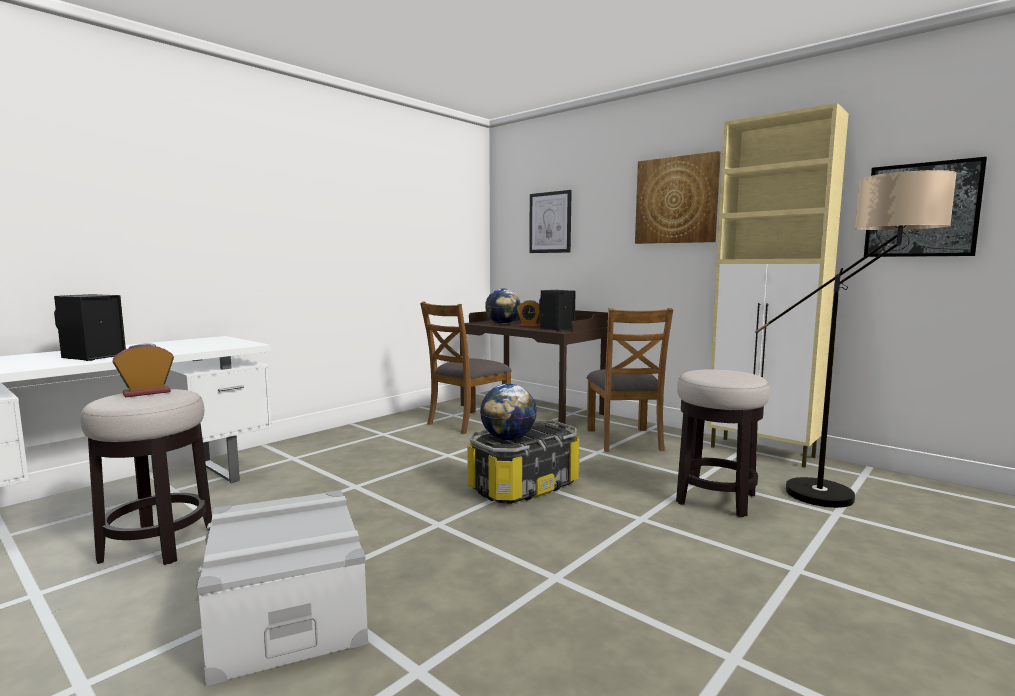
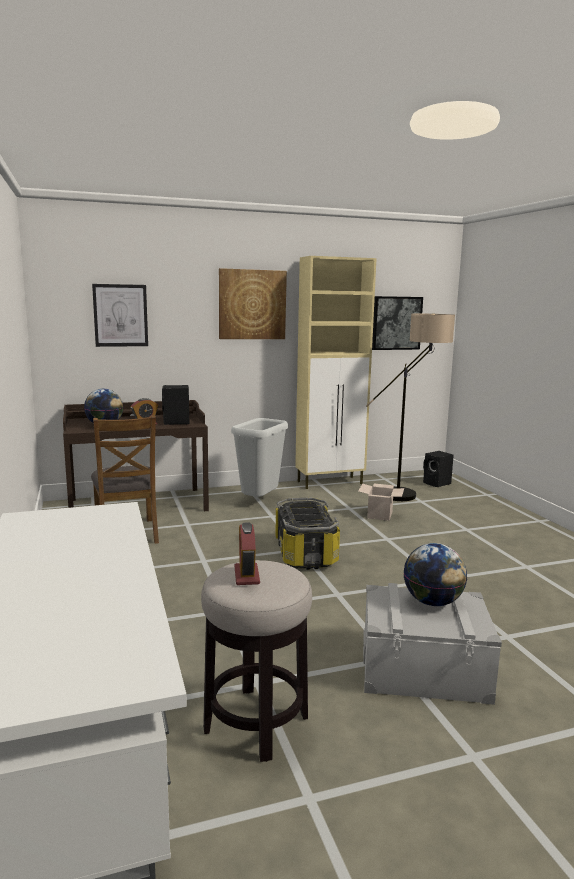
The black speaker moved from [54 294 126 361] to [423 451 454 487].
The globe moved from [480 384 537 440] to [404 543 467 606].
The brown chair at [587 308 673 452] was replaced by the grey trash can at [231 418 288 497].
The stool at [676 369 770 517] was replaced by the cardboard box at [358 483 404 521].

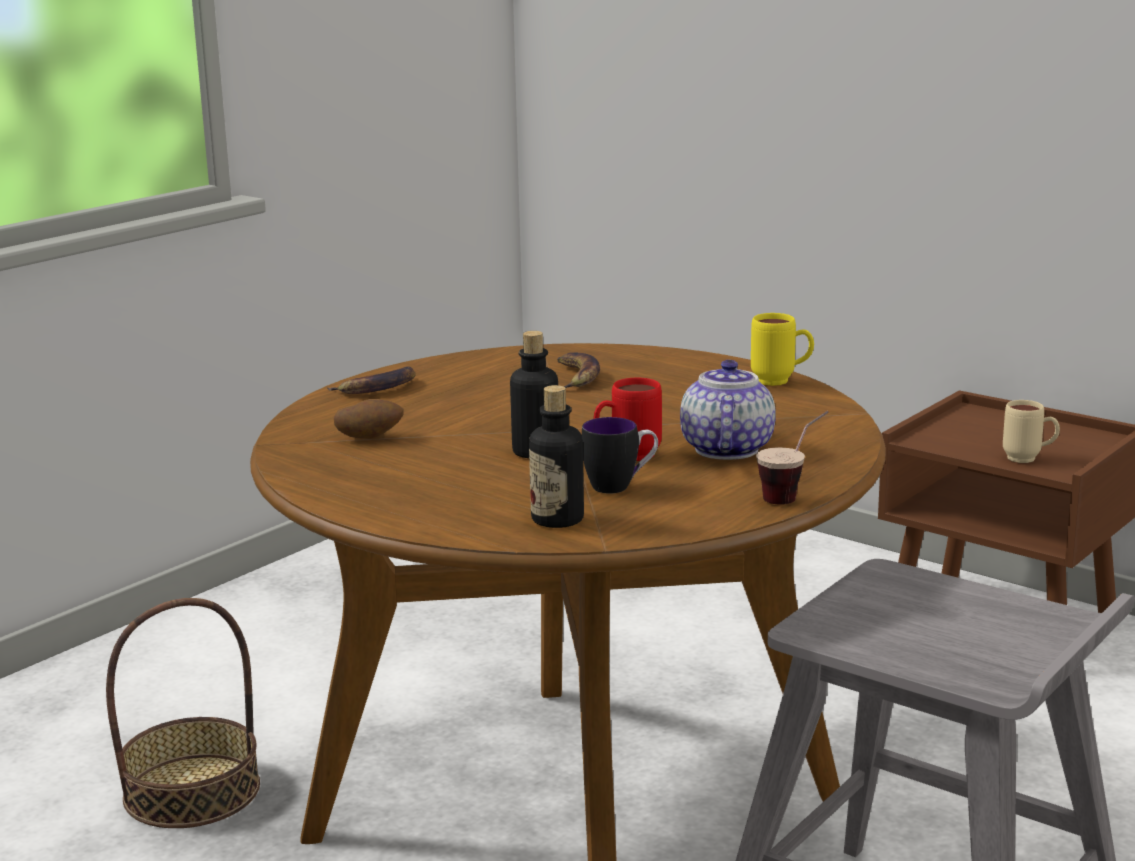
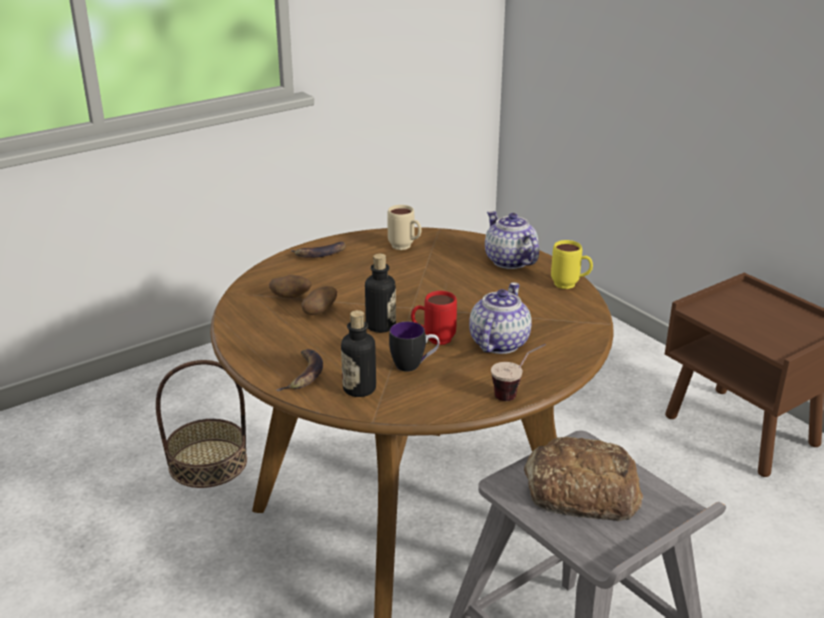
The potato at [301 286 337 315] appeared.
The teapot at [485 211 539 269] appeared.
The bread at [524 437 643 522] appeared.
The banana moved from [557 352 600 388] to [276 349 323 391].
The beige mug moved from [1003 400 1060 463] to [387 205 422 250].

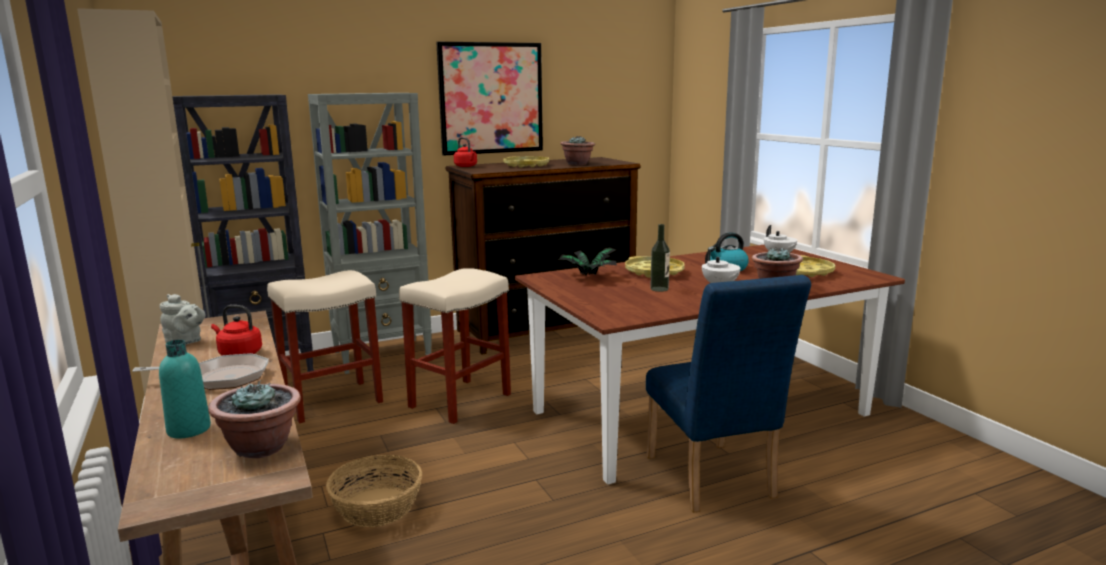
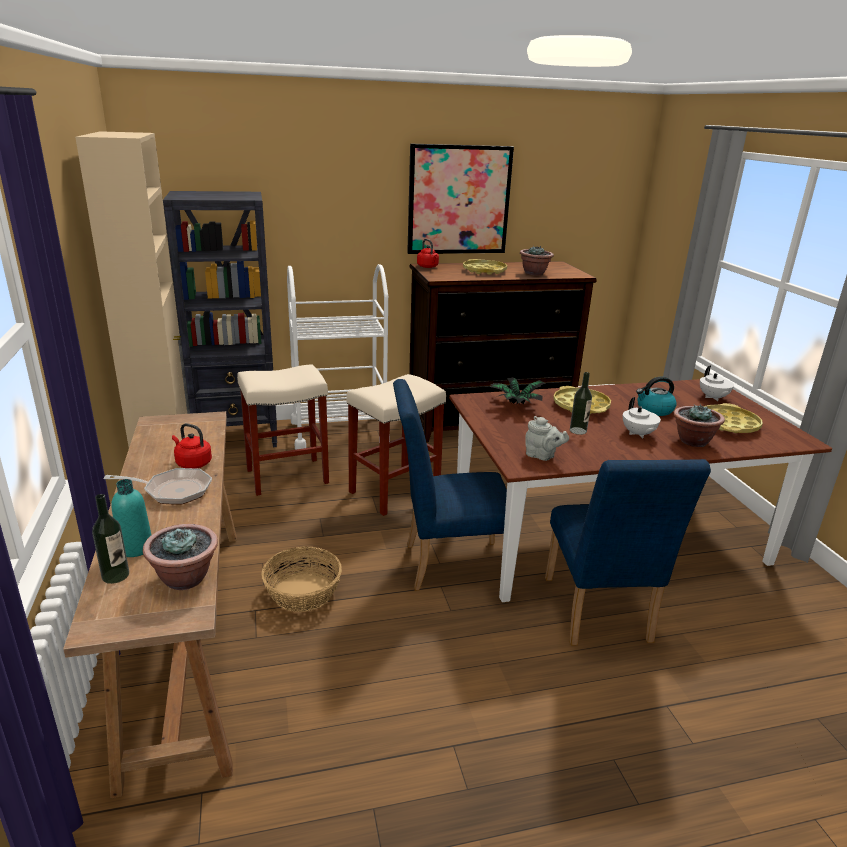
The bottle at [92 494 129 584] appeared.
The blue chair at [393 379 507 591] appeared.
The grey teapot moved from [160 294 206 345] to [525 416 569 461].
The grey bookcase at [308 93 432 374] was replaced by the white cart at [287 264 390 450].

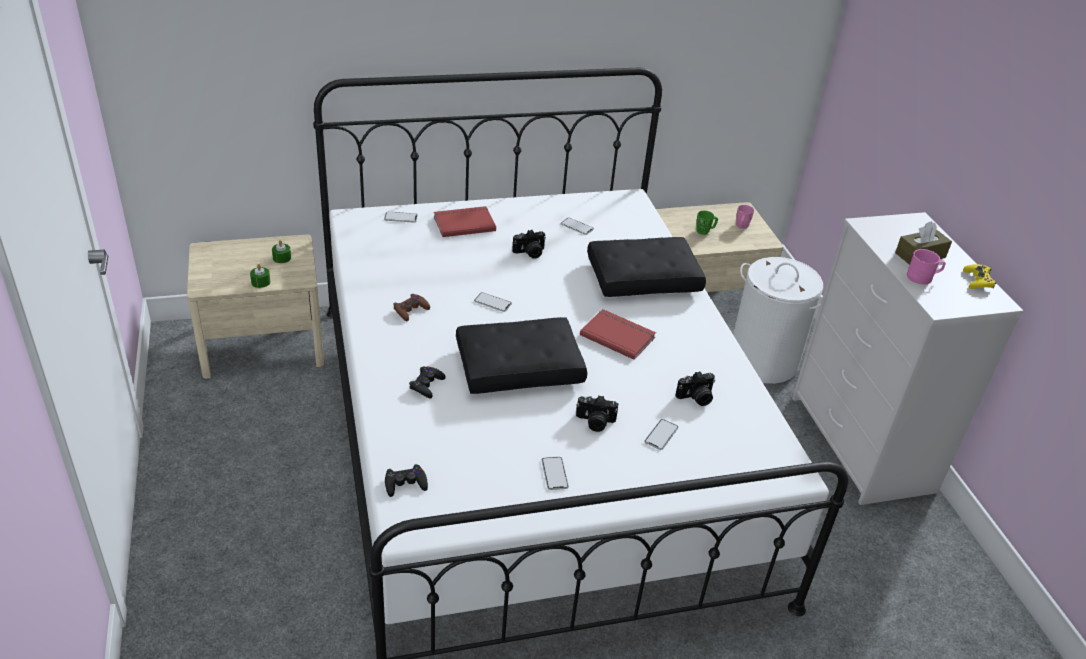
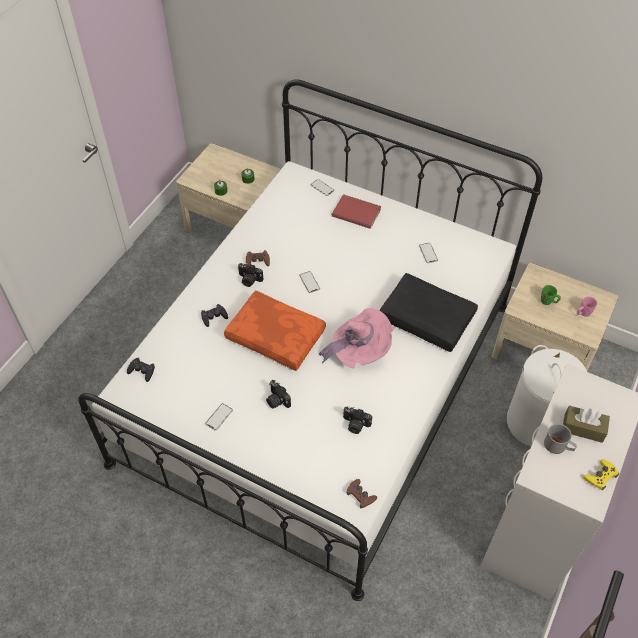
The phone at [644 419 678 450] disappeared.
The brown game controller at [346 479 377 509] appeared.
The photo camera moved from [512 230 546 259] to [238 263 264 287].
The red book at [580 309 656 360] was replaced by the pink hat at [319 308 394 369].
The black pillow at [456 317 587 394] became the orange pillow at [224 290 326 371].
The pink mug at [907 249 946 284] became the grey mug at [544 424 577 454].

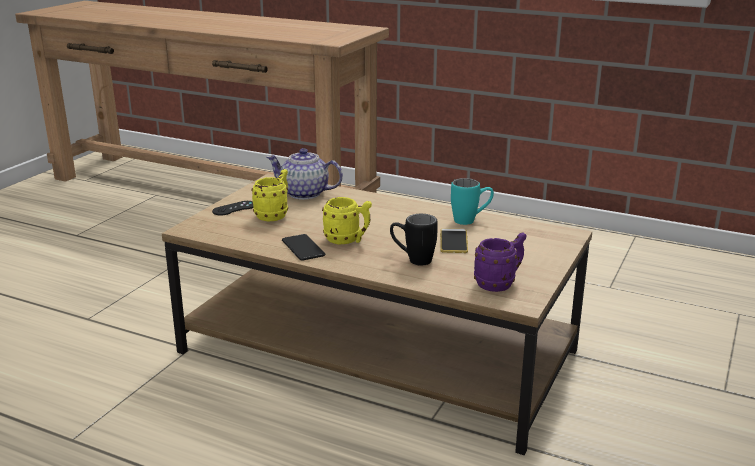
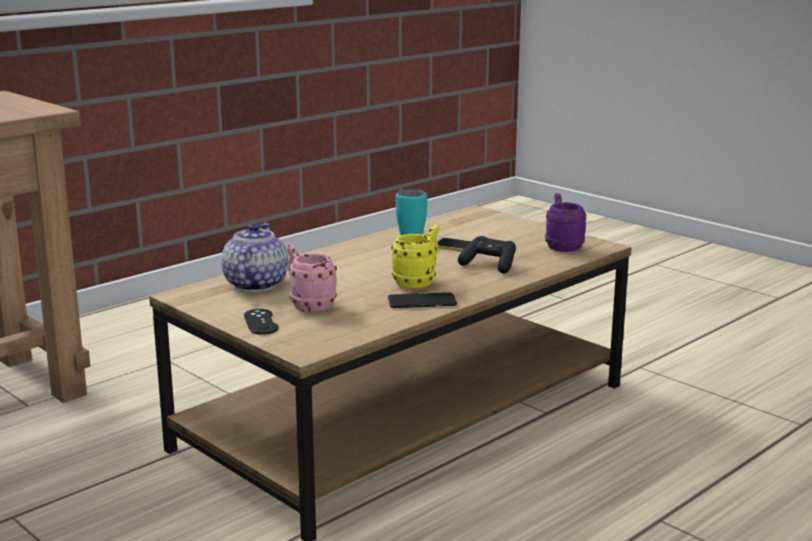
The black mug at [390 214 438 266] was replaced by the black game controller at [458 236 516 274].
The yellow mug at [251 169 288 221] became the pink mug at [287 245 337 312].
The teapot at [266 148 343 200] turned 150 degrees clockwise.

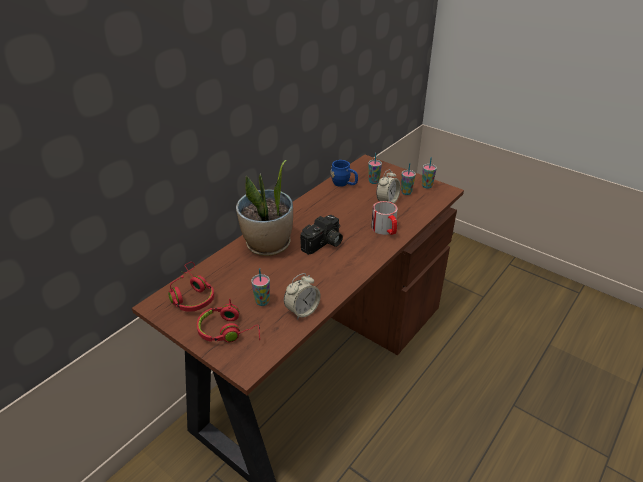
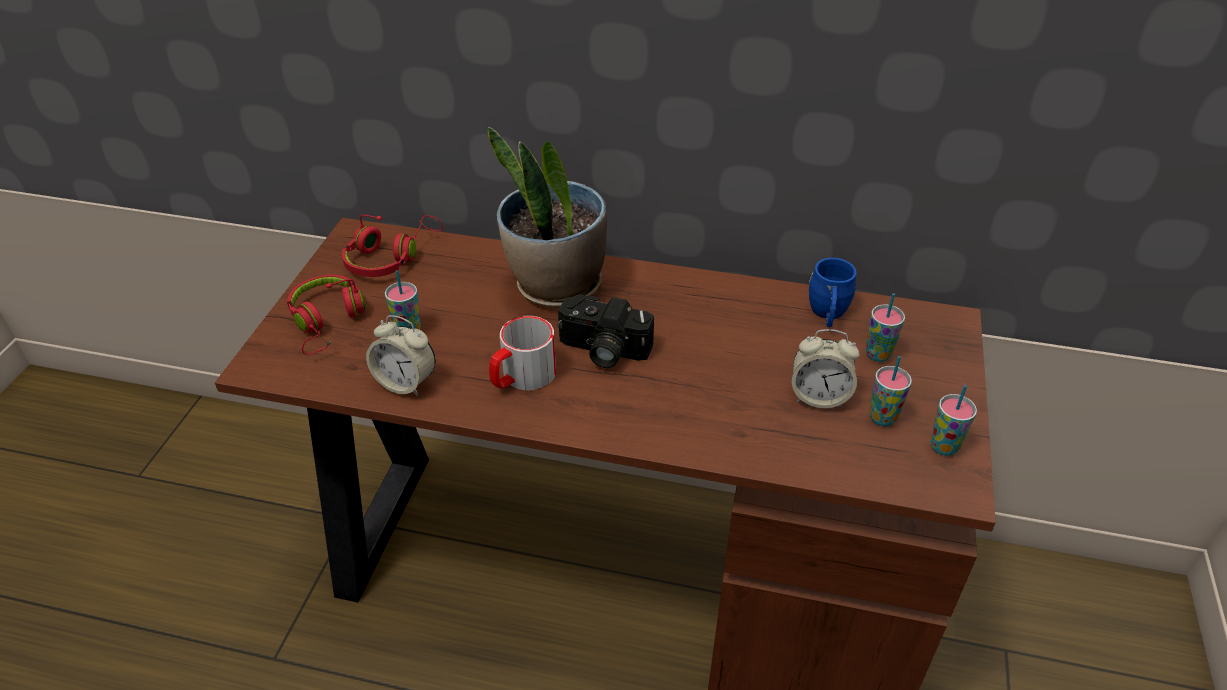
The mug moved from [371 201 397 235] to [489 316 556 391].

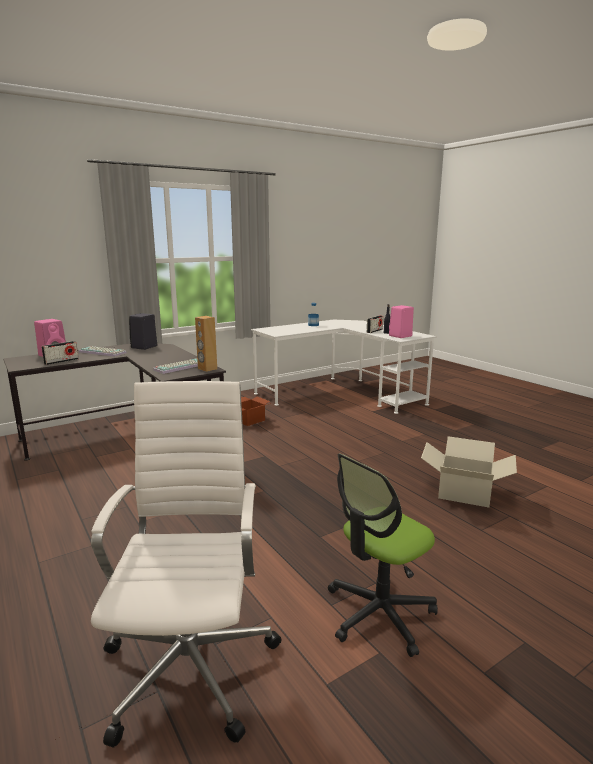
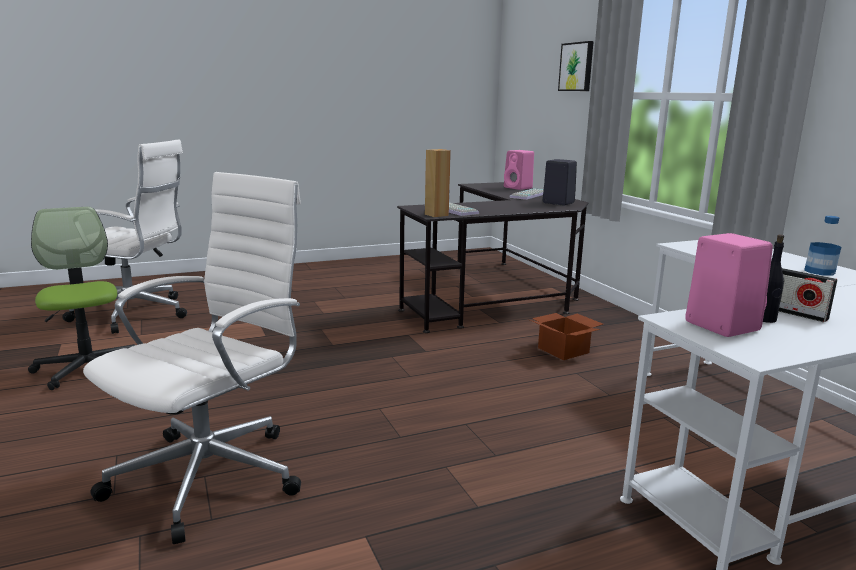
The radio at [41 341 79 365] disappeared.
The picture at [558 41 594 91] appeared.
The cardboard box at [421 436 517 507] was replaced by the white office chair at [83 172 301 544].

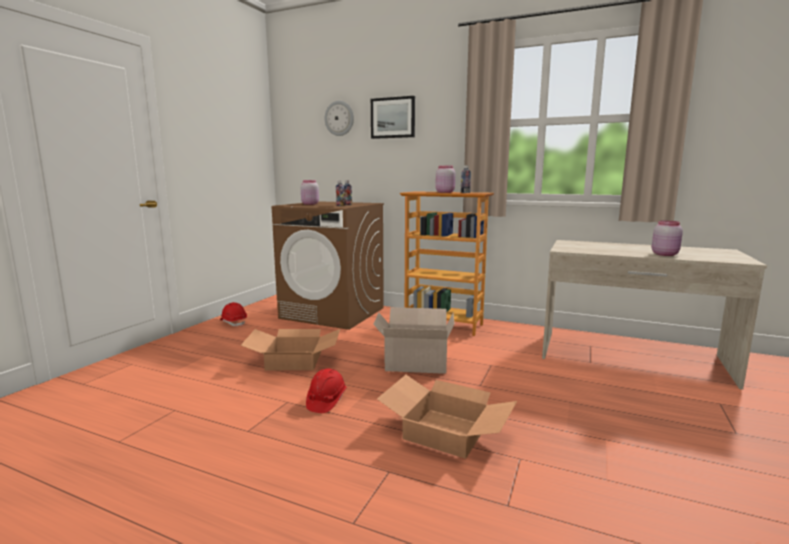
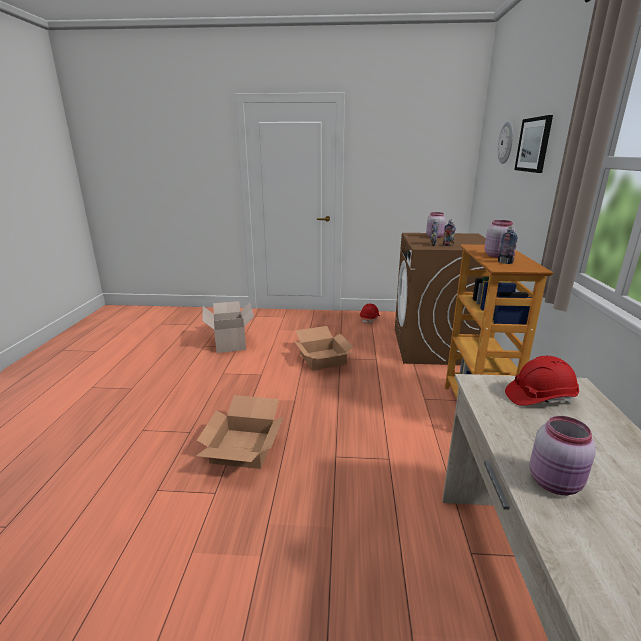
The red hard hat moved from [306 369 346 413] to [505 356 579 406].
The cardboard box moved from [373 307 454 374] to [202 301 254 353].

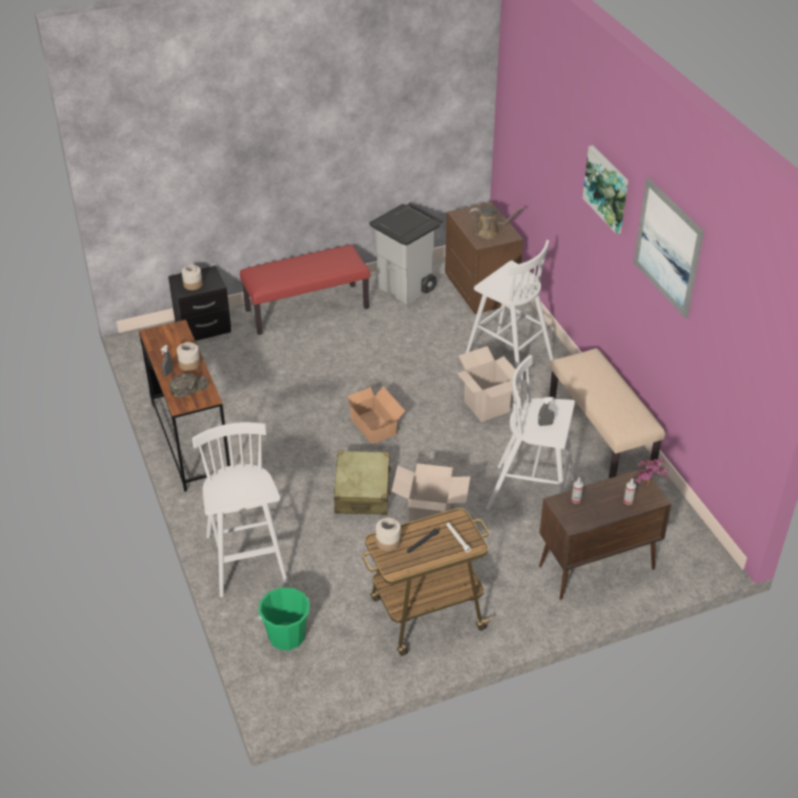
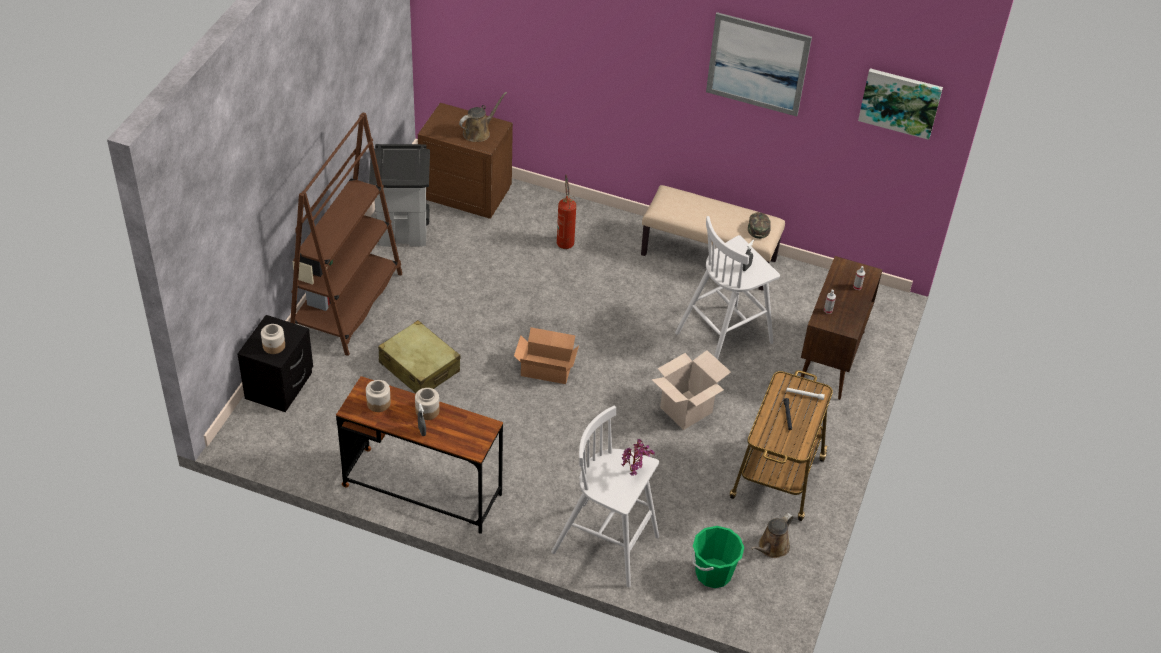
The cardboard box at [457 346 521 422] disappeared.
The brown watering can at [751 513 793 558] appeared.
The green cap moved from [170 373 209 397] to [748 212 771 239].
The beige suitcase moved from [334 451 391 515] to [378 320 460 393].
The jar moved from [376 518 401 551] to [366 380 391 412].
The picture moved from [583 145 628 234] to [858 68 943 140].
The potted plant moved from [635 458 668 486] to [621 439 655 476].
The red bench at [240 245 370 335] was replaced by the brown bookcase at [290 112 402 356].
The white stool at [466 240 554 387] was replaced by the fire extinguisher at [557 175 576 249].

